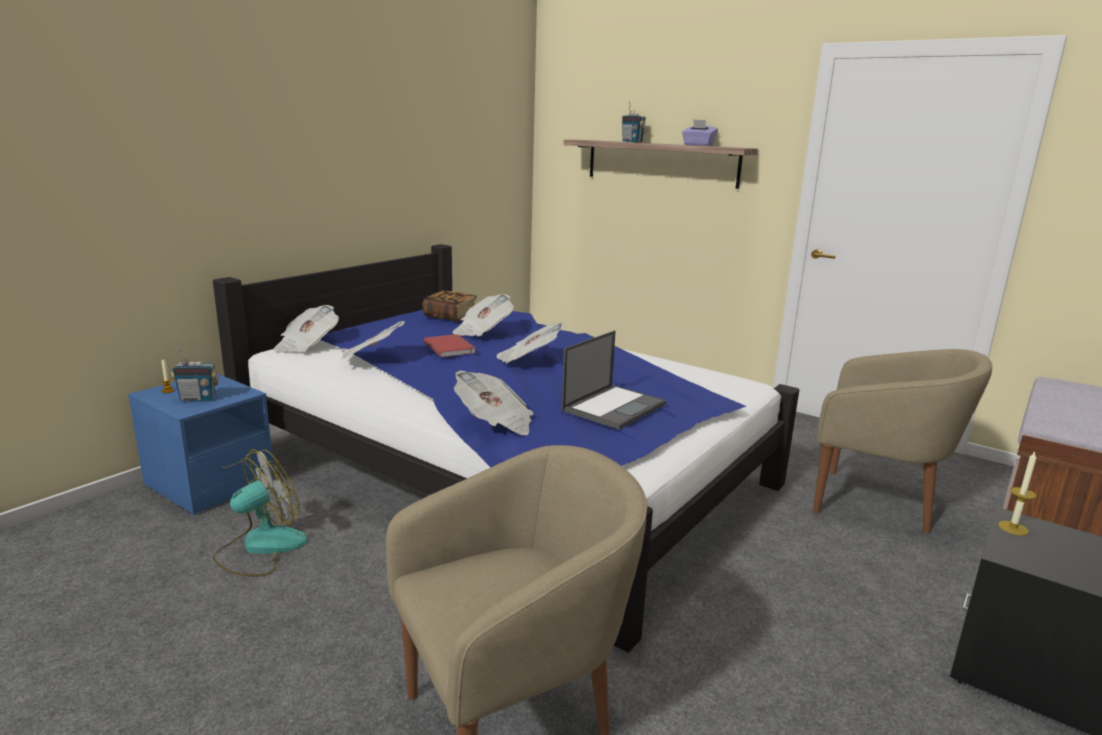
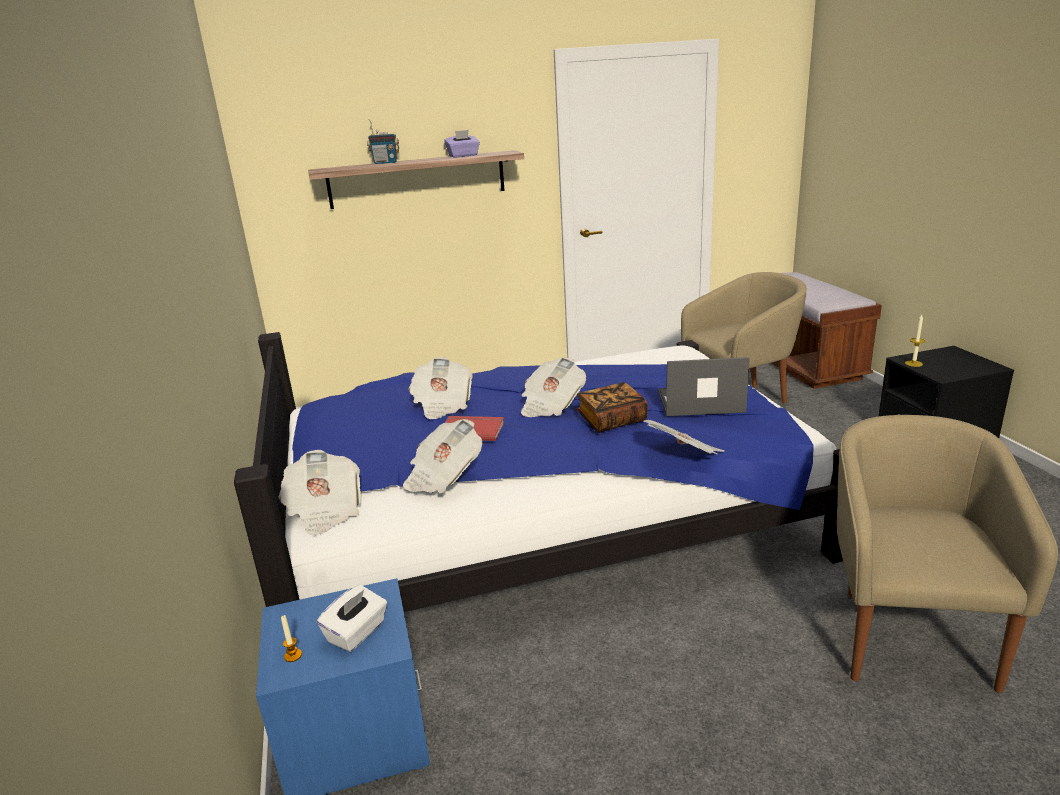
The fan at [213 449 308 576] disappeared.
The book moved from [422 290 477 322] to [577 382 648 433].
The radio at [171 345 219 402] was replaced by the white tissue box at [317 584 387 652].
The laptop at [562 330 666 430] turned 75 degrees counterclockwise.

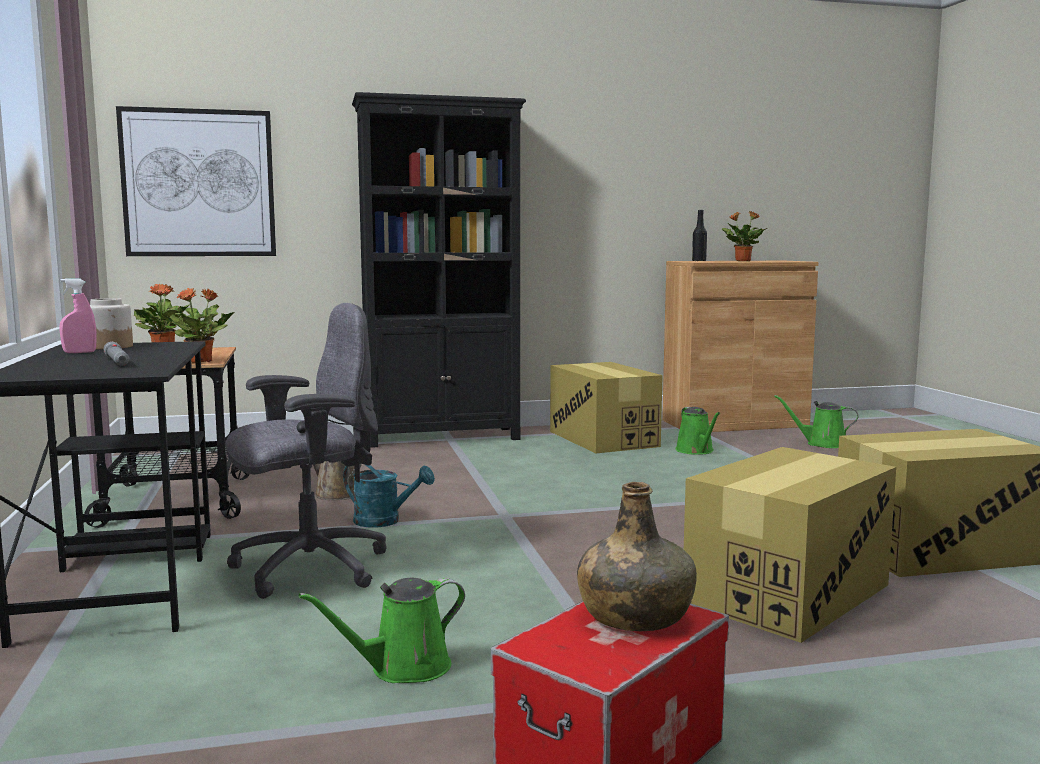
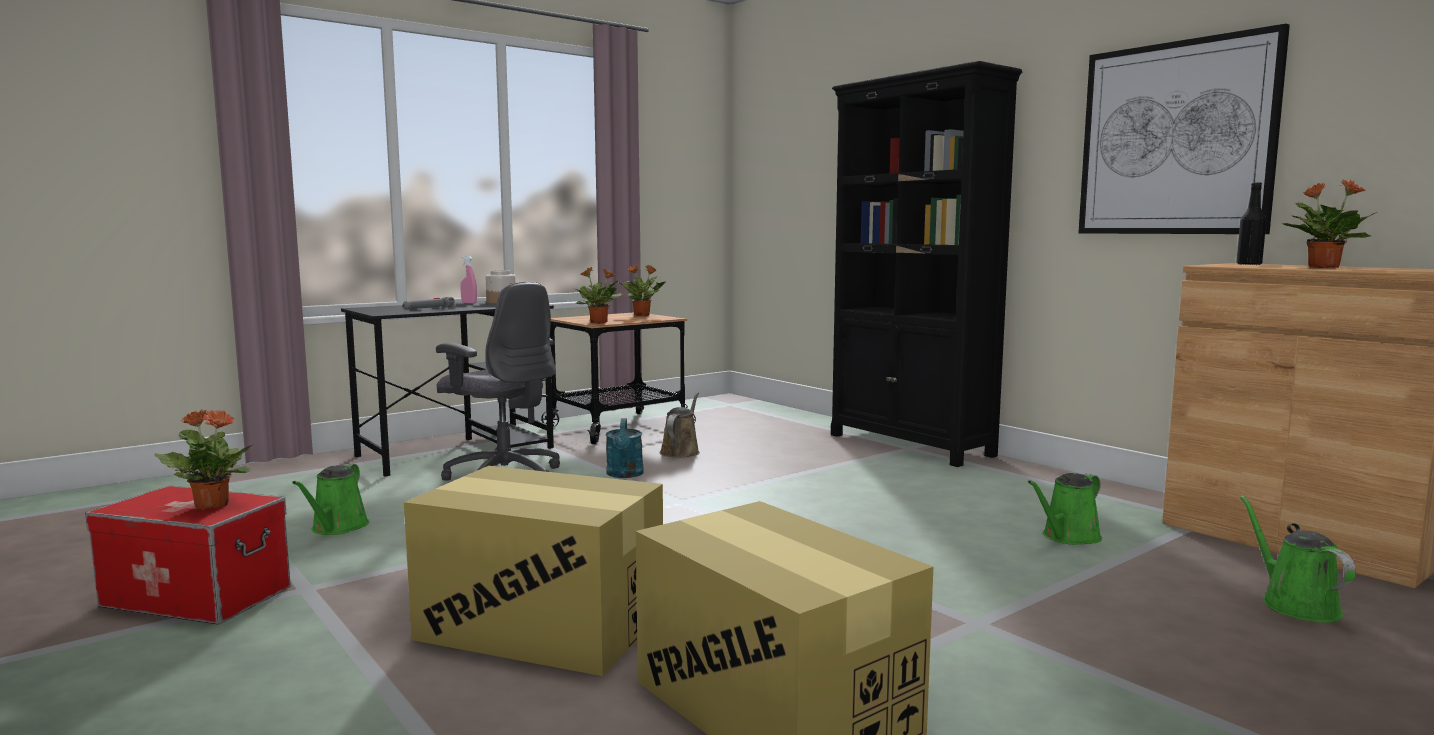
The cardboard box at [550 362 663 453] disappeared.
The picture moved from [116 106 276 256] to [1078 24 1290 234].
The green bottle at [577 482 697 631] was replaced by the potted plant at [154 409 252 510].
The green watering can at [299 578 465 683] turned 120 degrees counterclockwise.

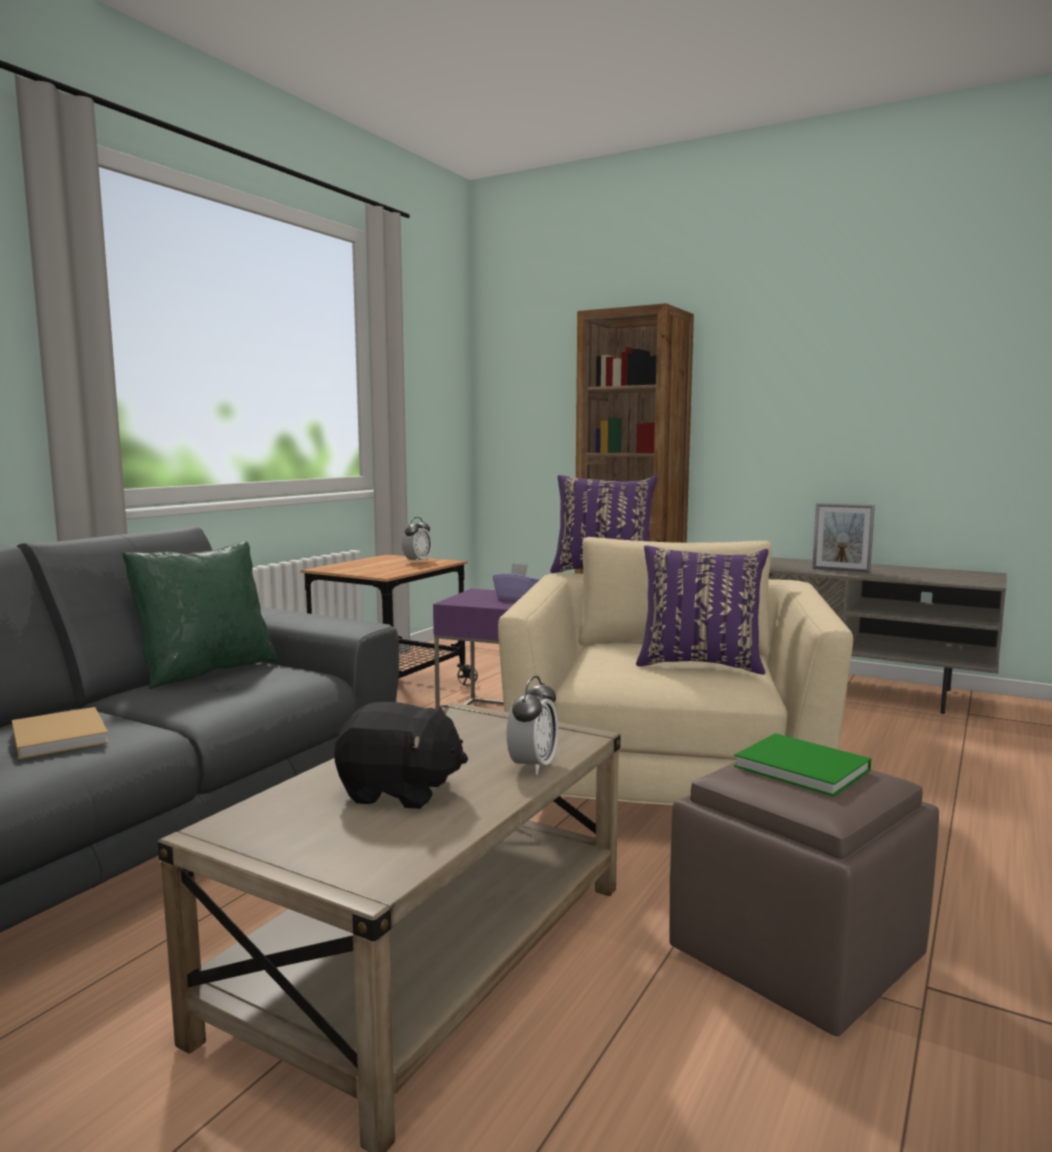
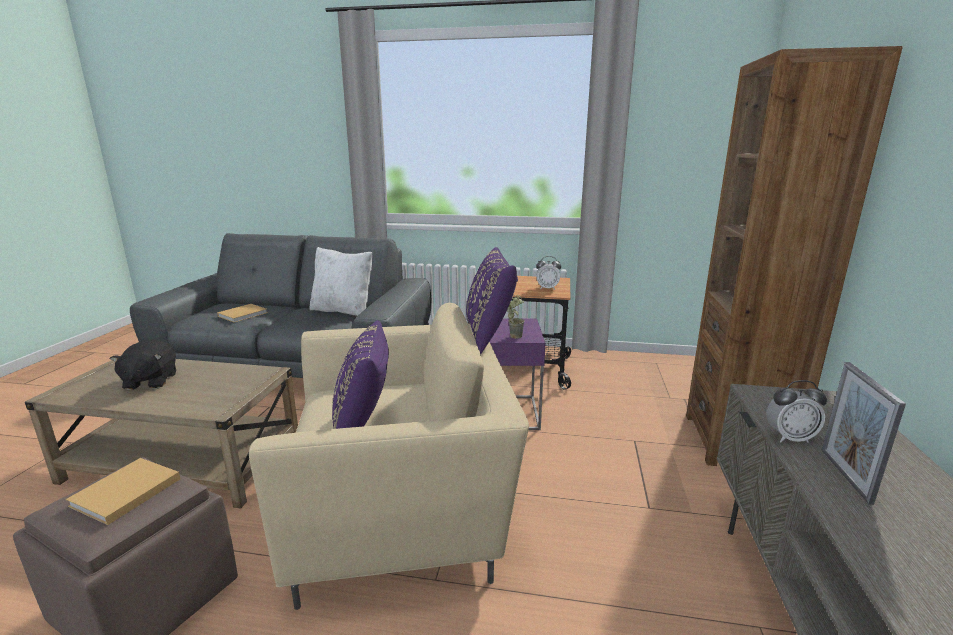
The alarm clock moved from [507 676 558 775] to [766 380 827 443].
The purple tissue box at [493 563 540 600] was replaced by the potted plant at [507 294 525 339].
The green pillow at [122 541 278 689] became the white pillow at [309 247 372 316].
The green book at [734 733 871 797] became the beige book at [66 458 180 525].

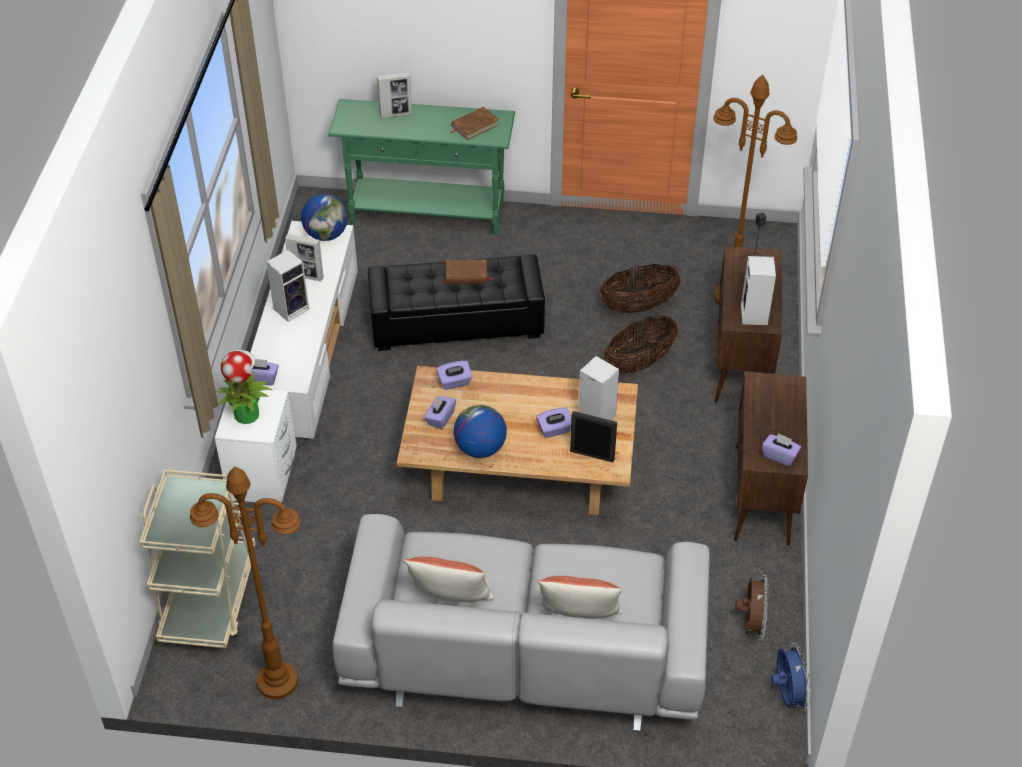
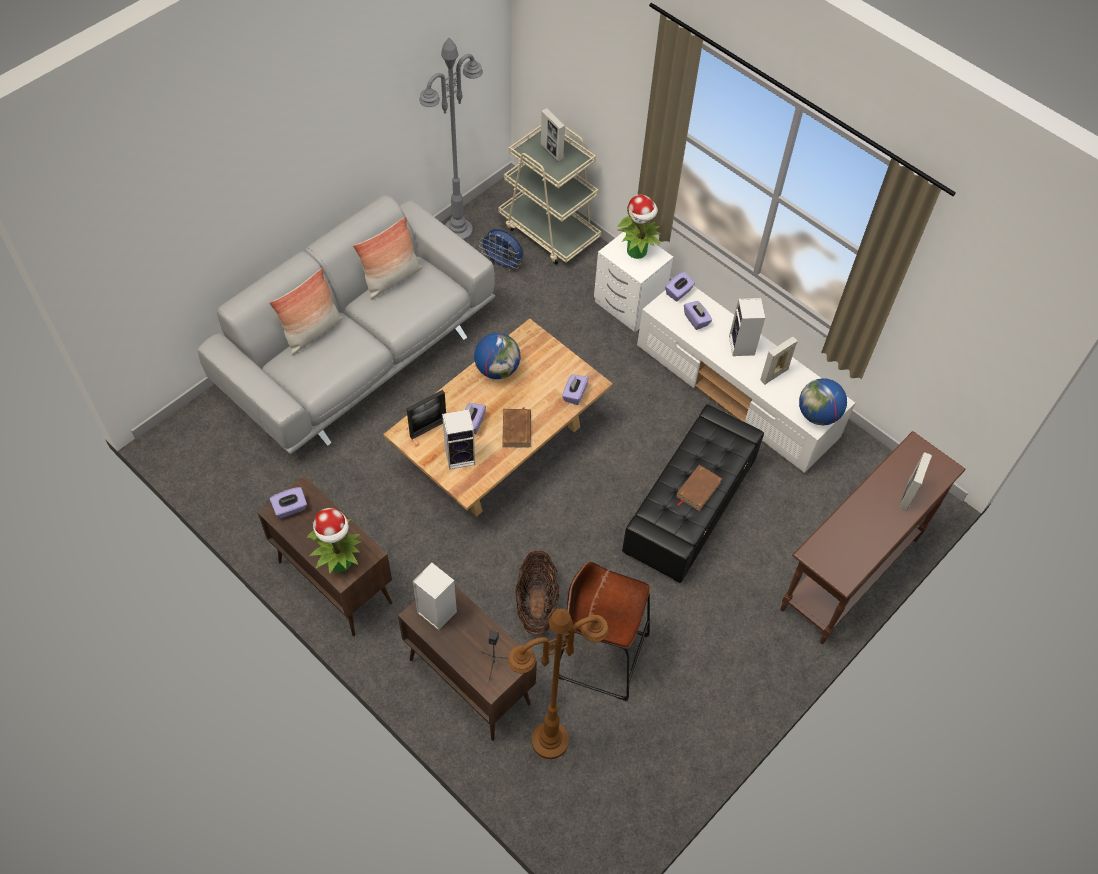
The brown fan at [735 575 769 640] disappeared.
The potted plant at [306 508 361 574] appeared.
The picture frame at [541 108 565 162] appeared.
The purple tissue box moved from [424 396 456 429] to [684 301 712 330].
The brown book moved from [449 107 499 140] to [502 407 531 448].
The blue fan moved from [771 643 811 711] to [479 229 523 271].
The basket at [600 264 680 313] was replaced by the brown stool at [559 562 650 701].
The brown floor lamp at [190 466 300 699] became the grey floor lamp at [419 38 483 241].
The green console table at [329 99 515 236] became the brown console table at [780 431 966 644].

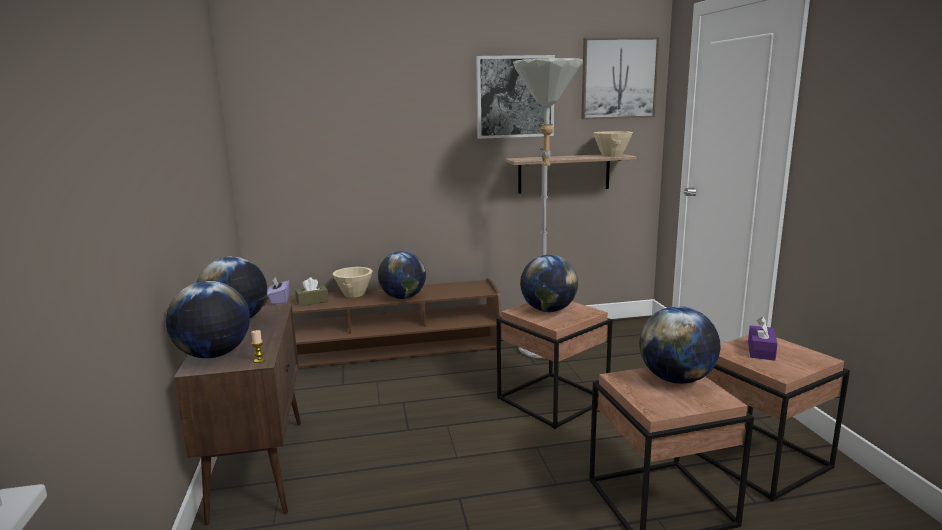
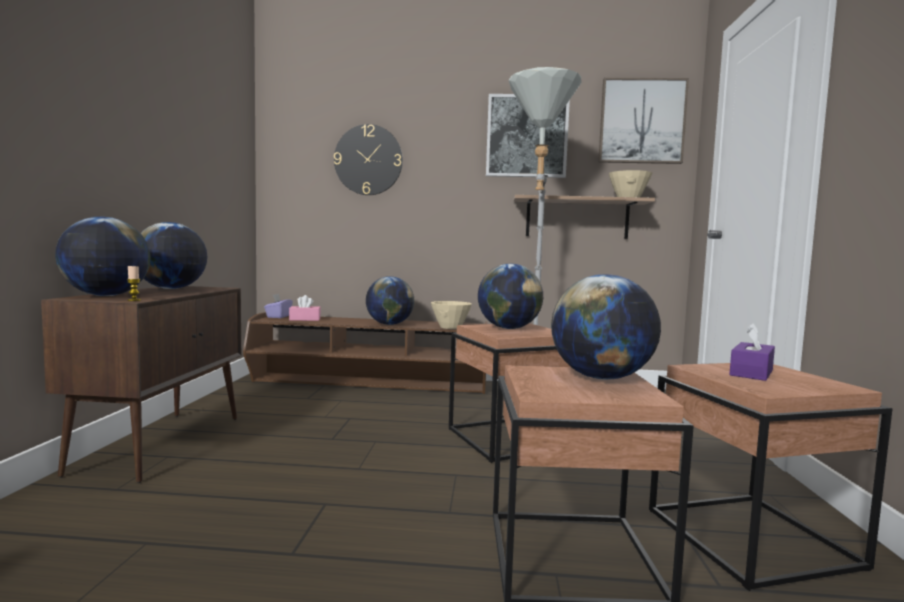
The wall clock at [334 124 403 195] appeared.
The beige bowl moved from [333 267 372 298] to [431 301 472 329].
The brown tissue box at [295 277 329 306] became the pink tissue box at [289 295 321 321].

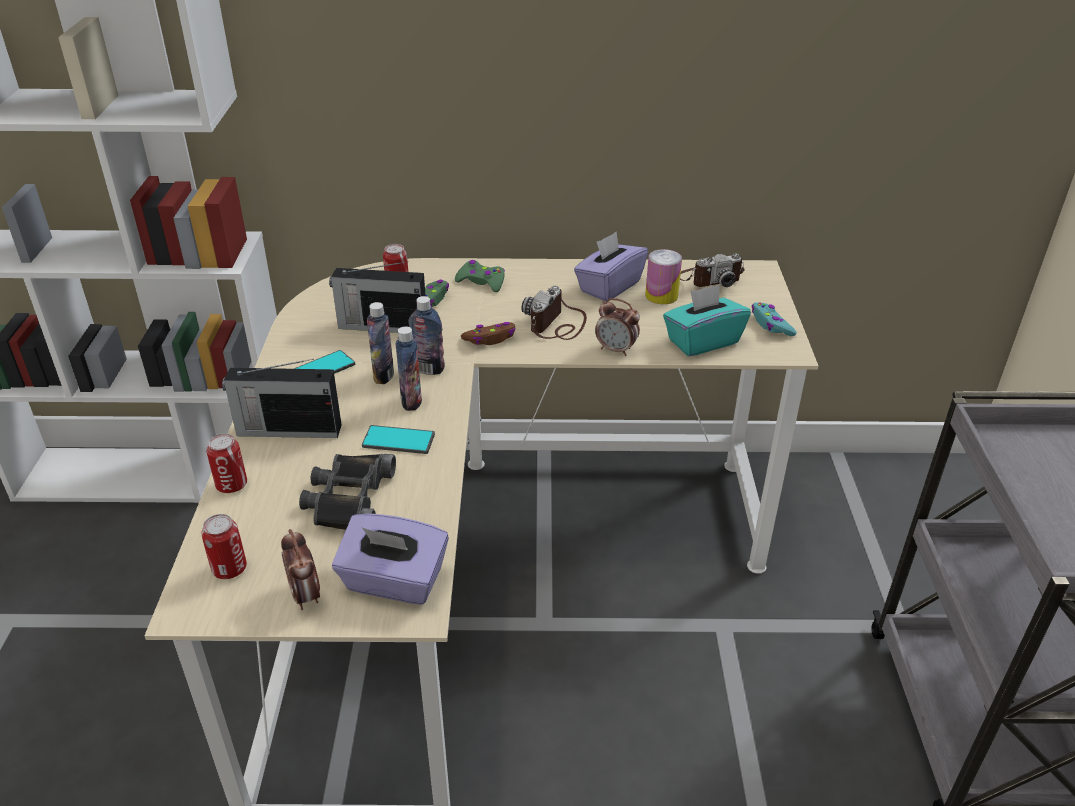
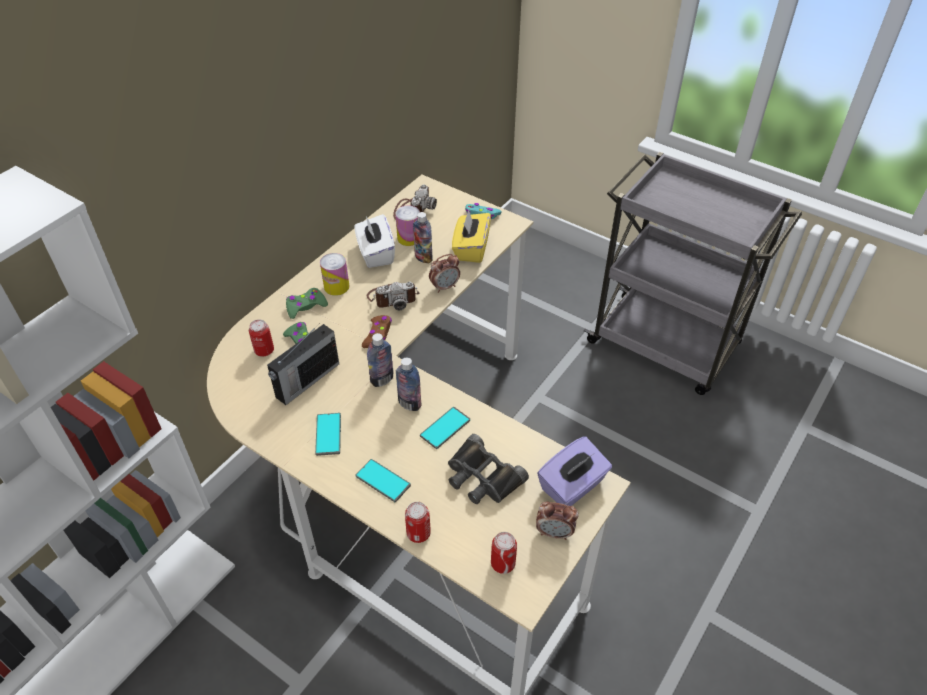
The can at [320 253 349 296] appeared.
The bottle moved from [367 302 394 384] to [413 212 433 264].
The radio at [222 359 342 438] was replaced by the phone at [356 459 411 502].
The purple tissue box at [574 232 648 302] became the white tissue box at [354 214 395 268].
The turquoise tissue box at [663 284 751 356] became the yellow tissue box at [452 210 491 263].
The photo camera at [521 286 587 340] turned 75 degrees counterclockwise.

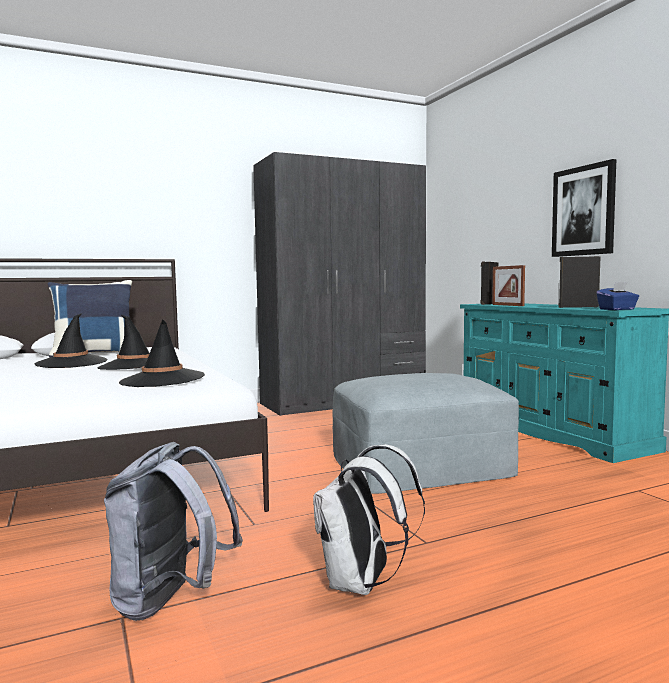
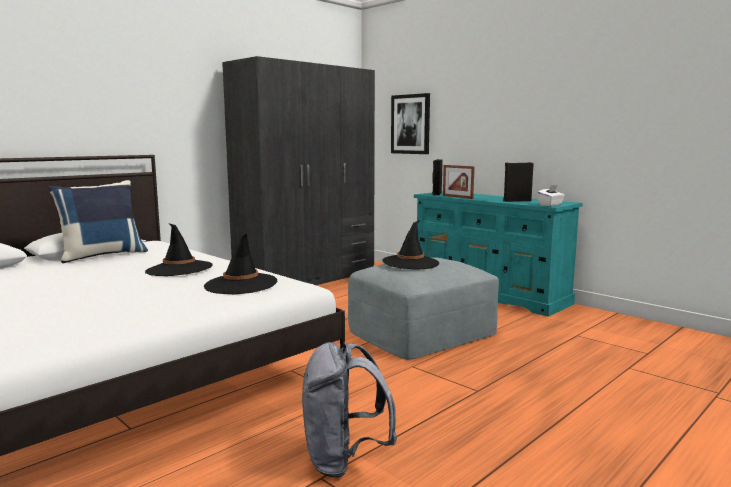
The white backpack at [313 444 425 595] disappeared.
The black hat moved from [35 313 108 368] to [382 220 439 269].
The picture moved from [552 159 616 257] to [391 93 430 154].
The blue tissue box at [596 282 639 310] became the white tissue box at [537 185 565 206].

